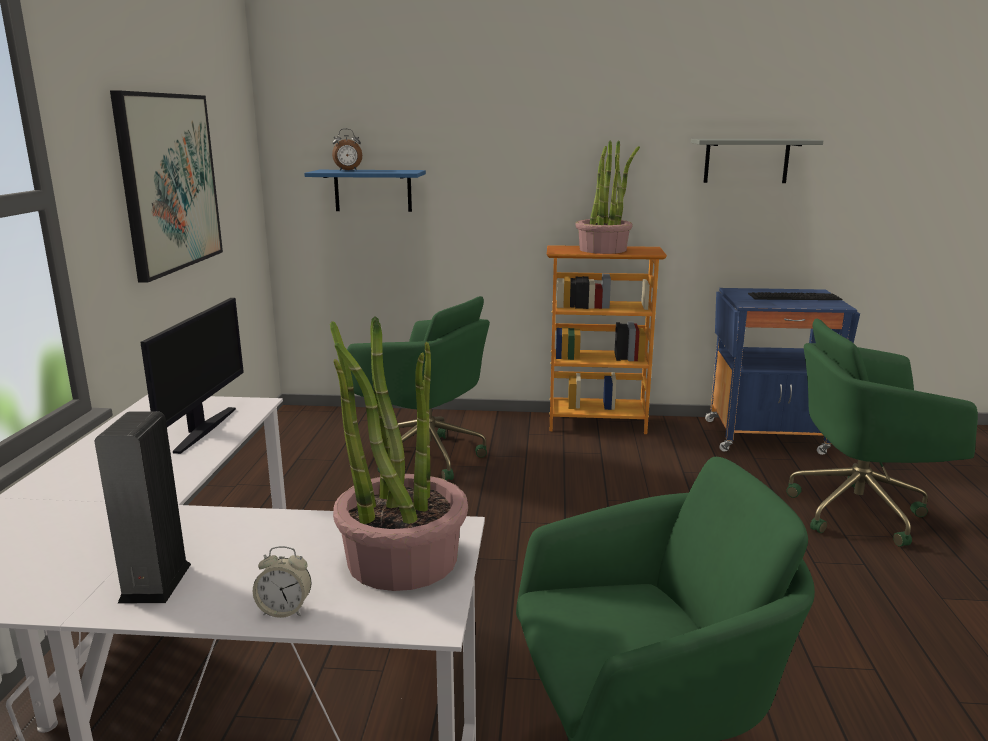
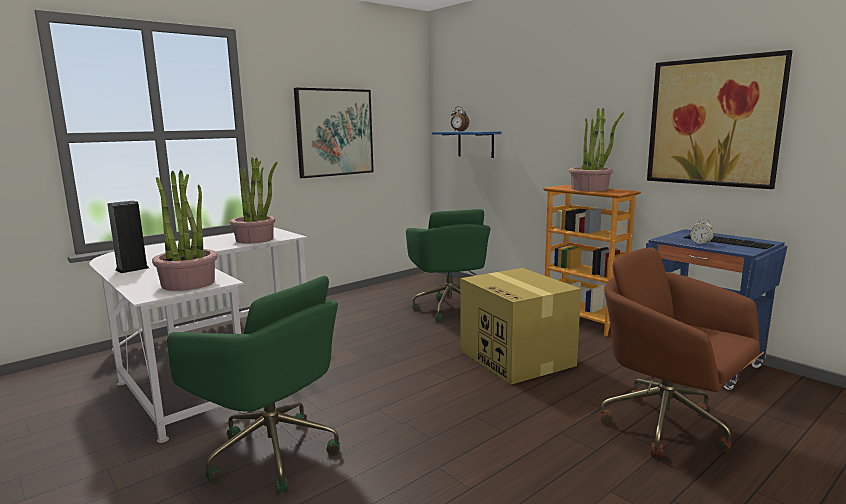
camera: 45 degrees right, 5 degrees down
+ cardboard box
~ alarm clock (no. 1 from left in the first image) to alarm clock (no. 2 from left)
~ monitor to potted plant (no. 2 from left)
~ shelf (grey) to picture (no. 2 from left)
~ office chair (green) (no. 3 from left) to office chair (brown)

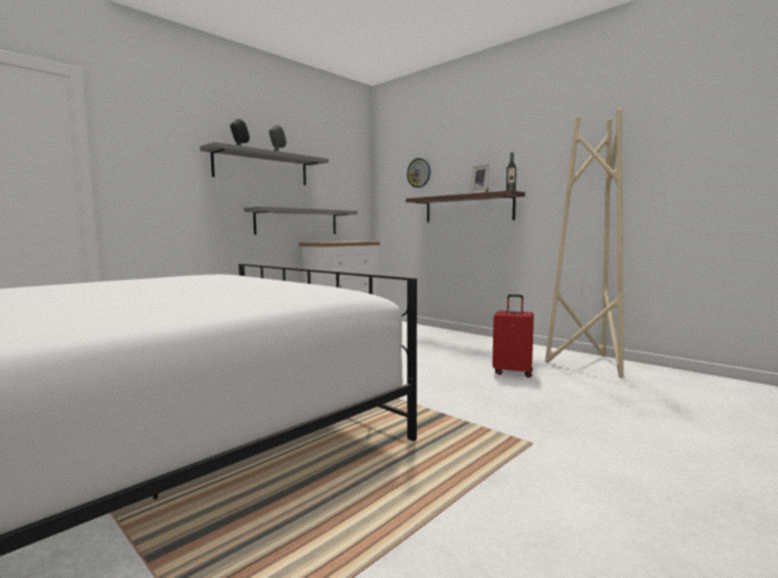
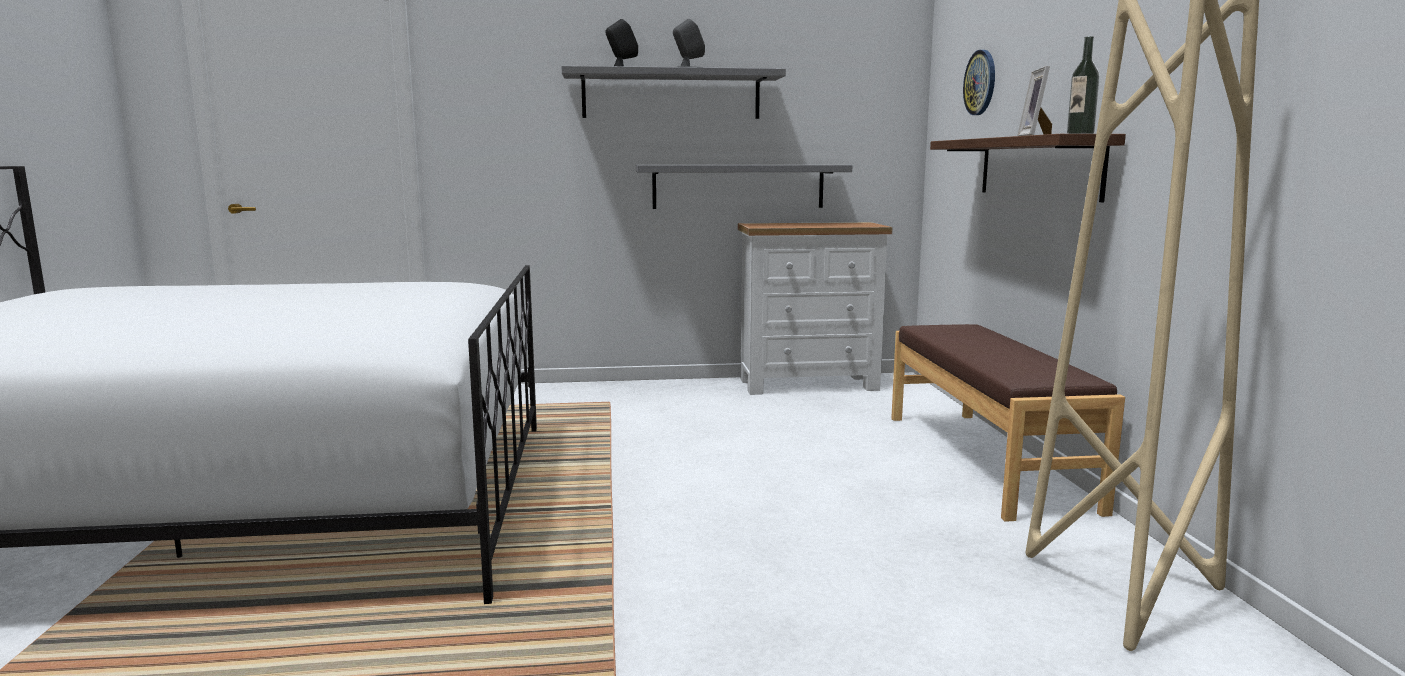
camera: 40 degrees right, 5 degrees up
- suitcase (red)
+ bench (brown)

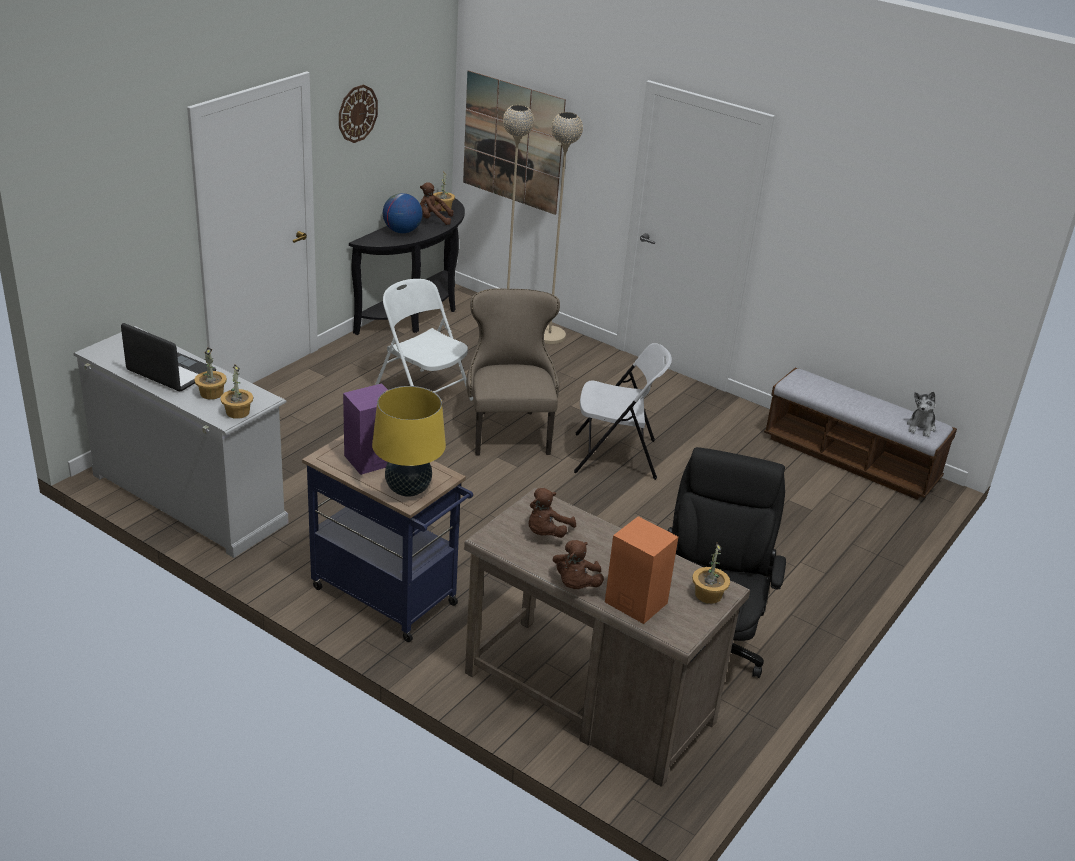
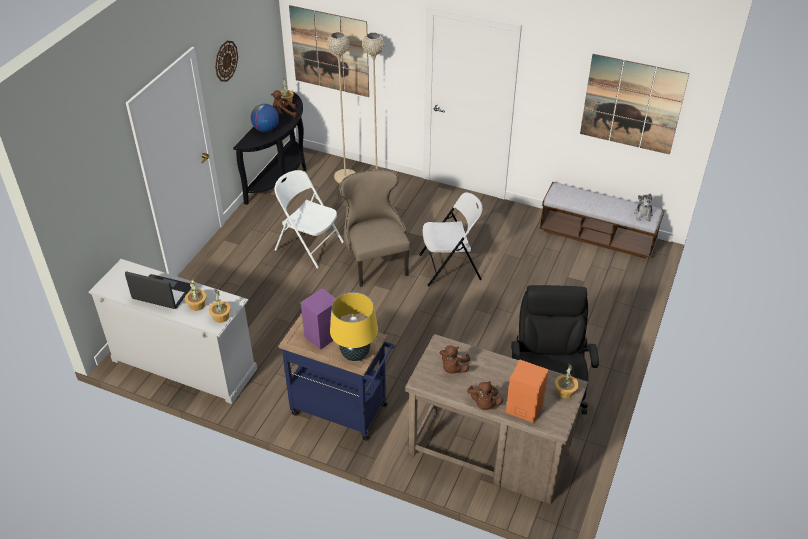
camera: 10 degrees left, 10 degrees up
+ picture (no. 2 from left)

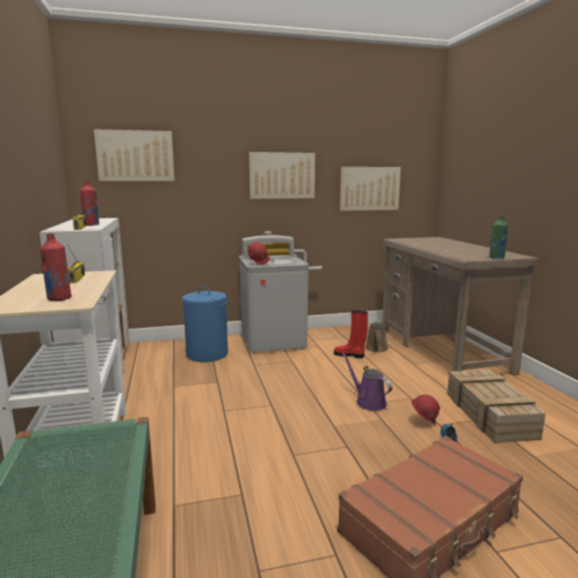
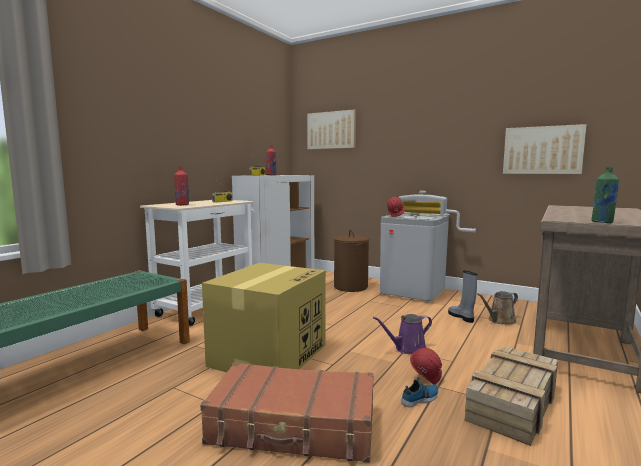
camera: 45 degrees right, 5 degrees down
- picture (no. 2 from left)
+ cardboard box
~ laundry basket (blue) to laundry basket (brown)
~ boot (red) to boot (grey)
~ watering can (purple) 120 degrees counterclockwise

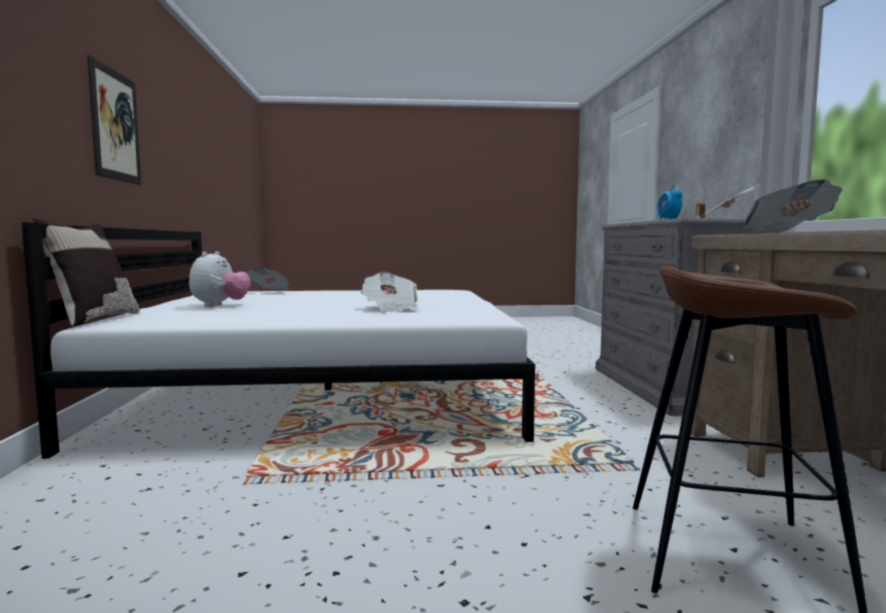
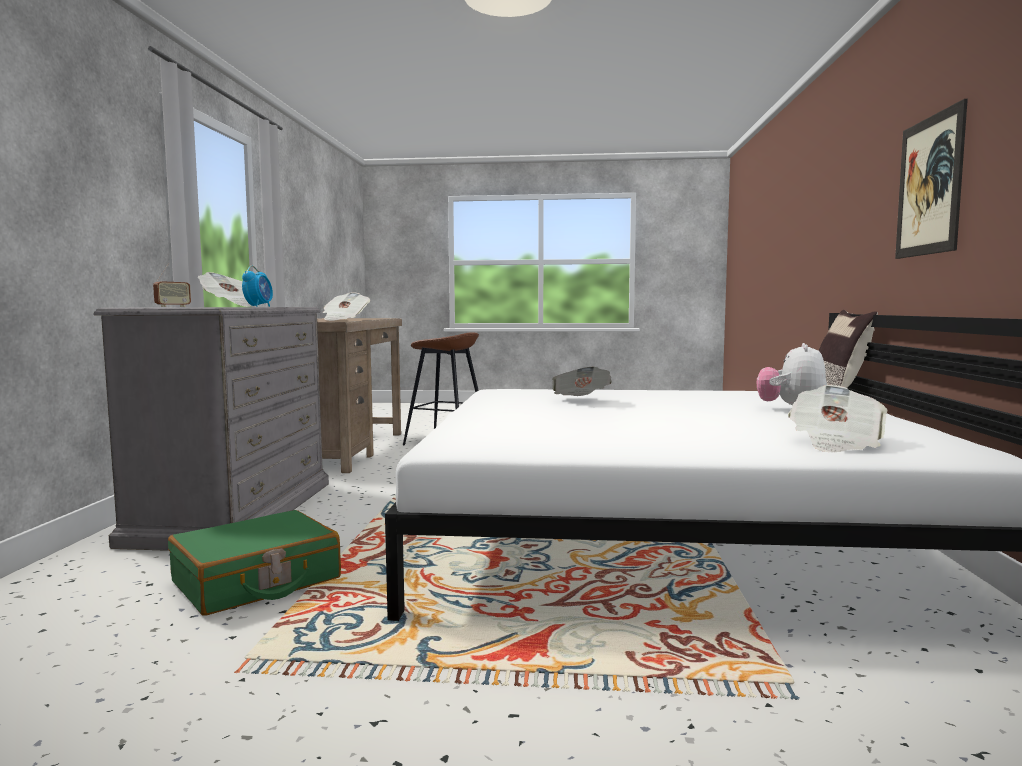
camera: 170 degrees left, 0 degrees up
+ suitcase (green)

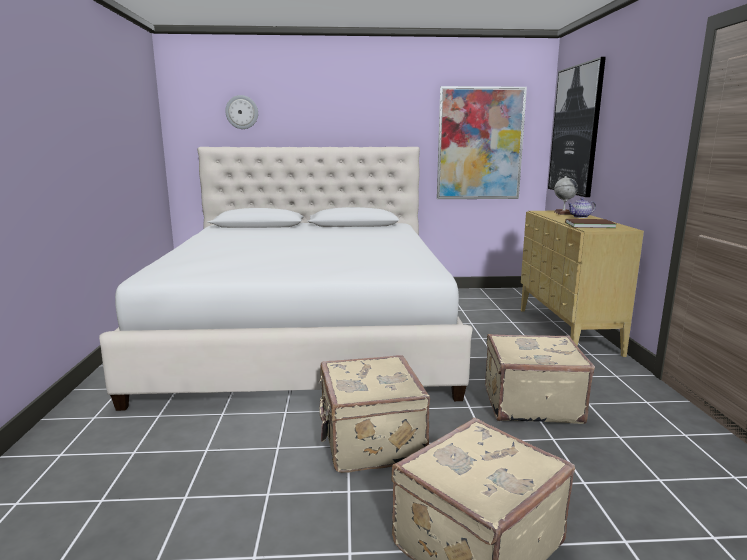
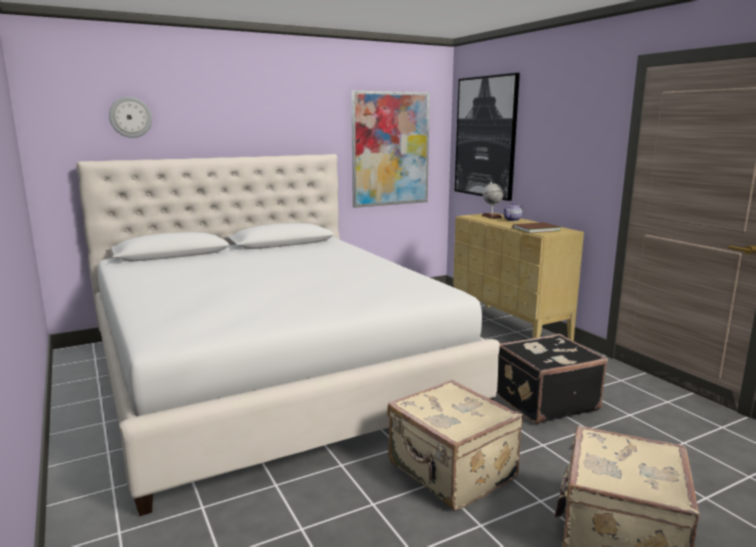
camera: 25 degrees left, 0 degrees up
~ suitcase (beige) (no. 3 from left) to suitcase (black)

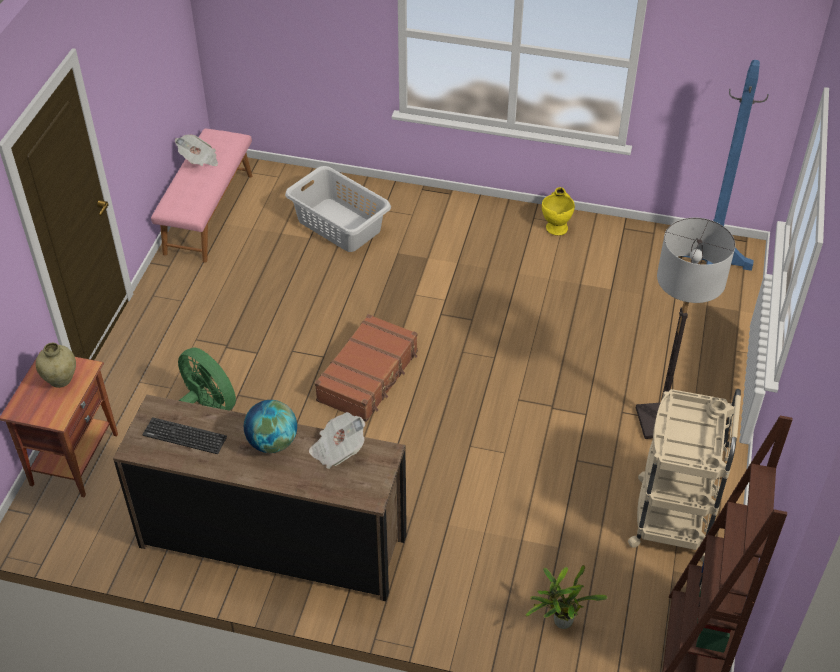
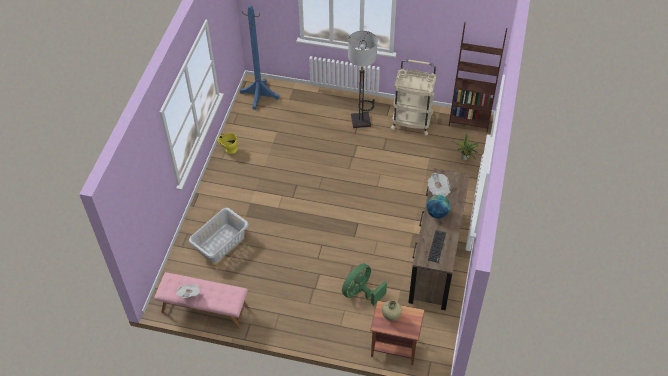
camera: 90 degrees left, 5 degrees up
- suitcase (brown)

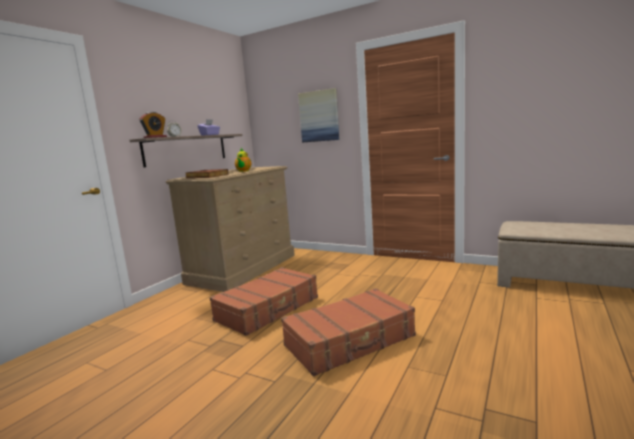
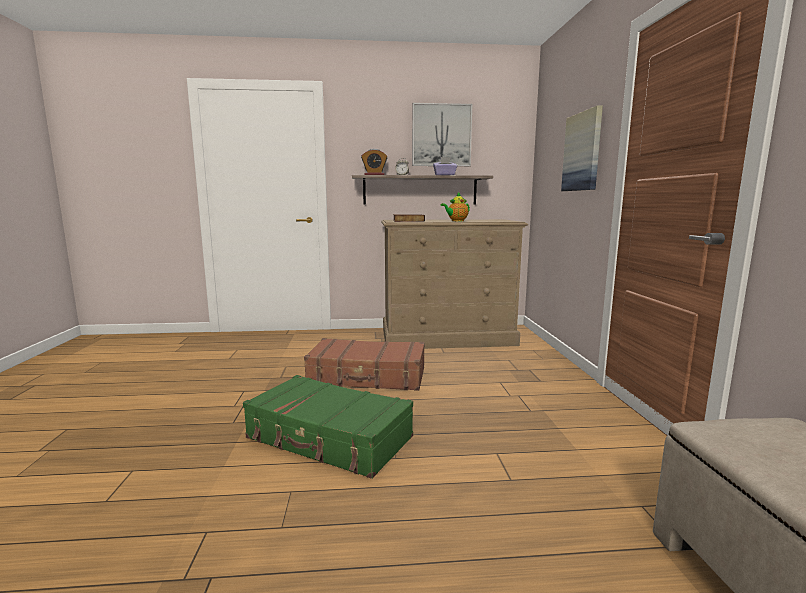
camera: 55 degrees right, 0 degrees up
+ picture (no. 1 from left)
~ suitcase (brown) (no. 2 from left) to suitcase (green)

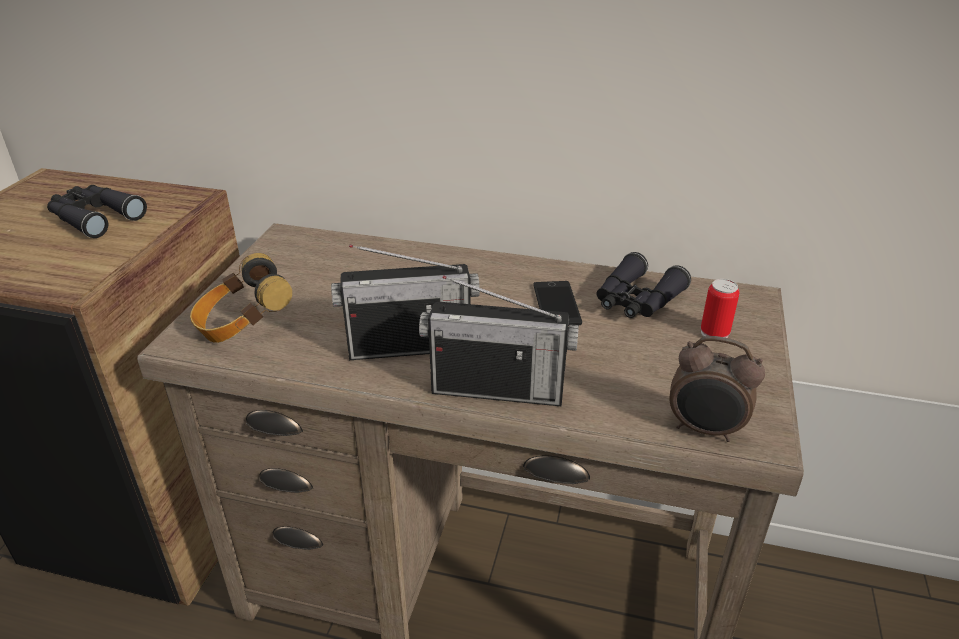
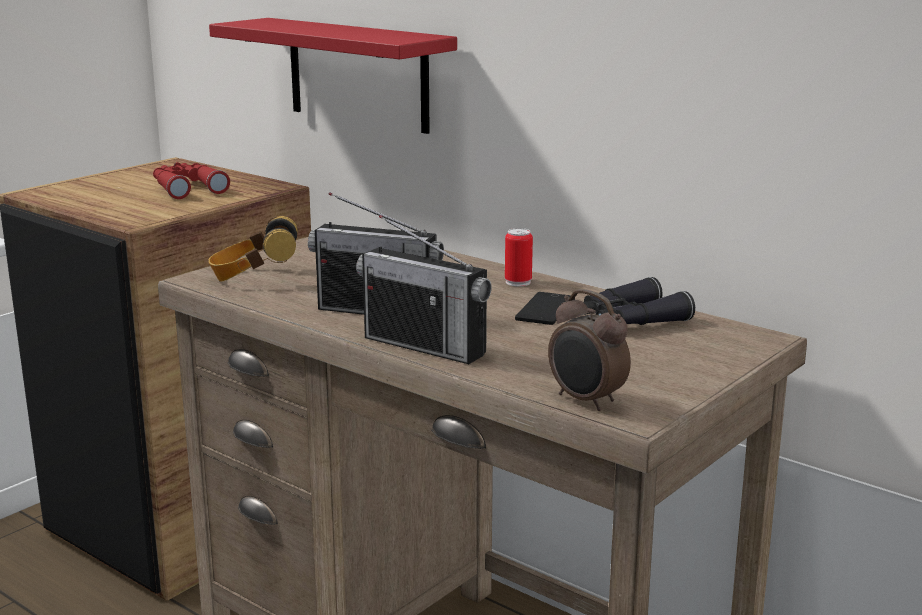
camera: 25 degrees right, 15 degrees down
+ shelf (red)
~ can
~ binoculars (black) (no. 1 from left) to binoculars (red)

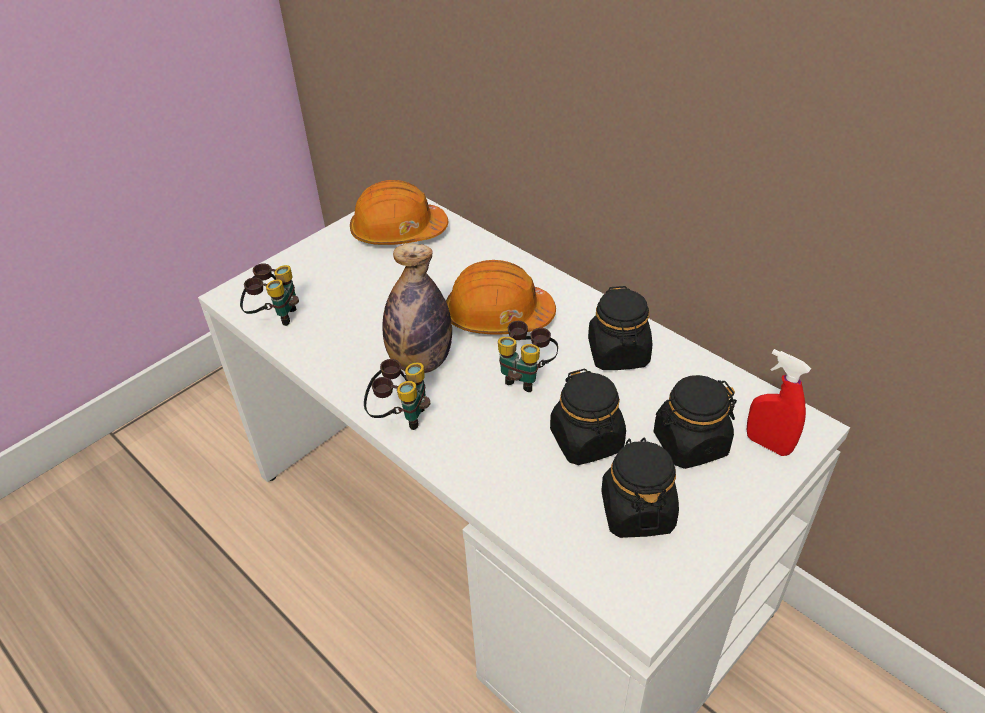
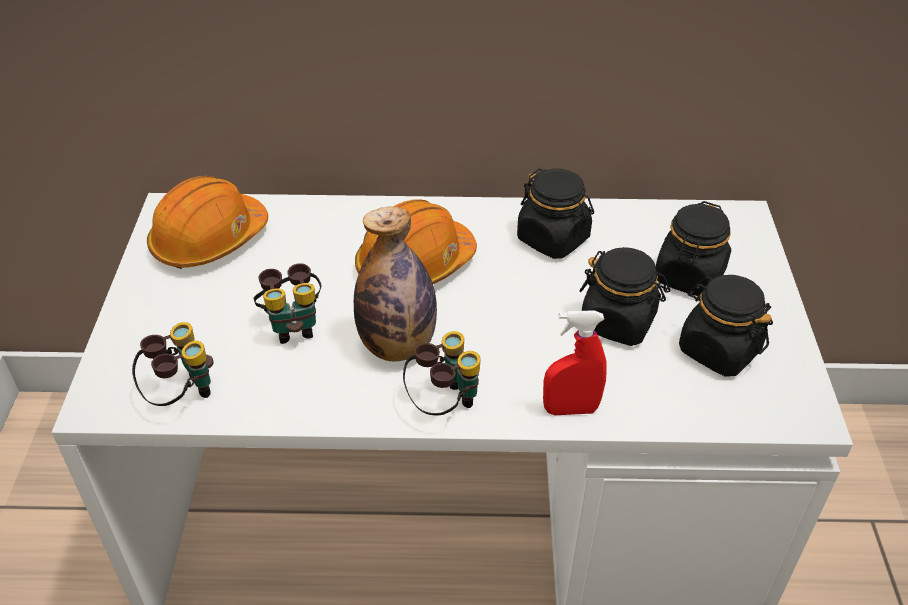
camera: 45 degrees left, 0 degrees up
~ binoculars (no. 3 from left in the first image) to binoculars (no. 2 from left)
~ spray bottle (red)

